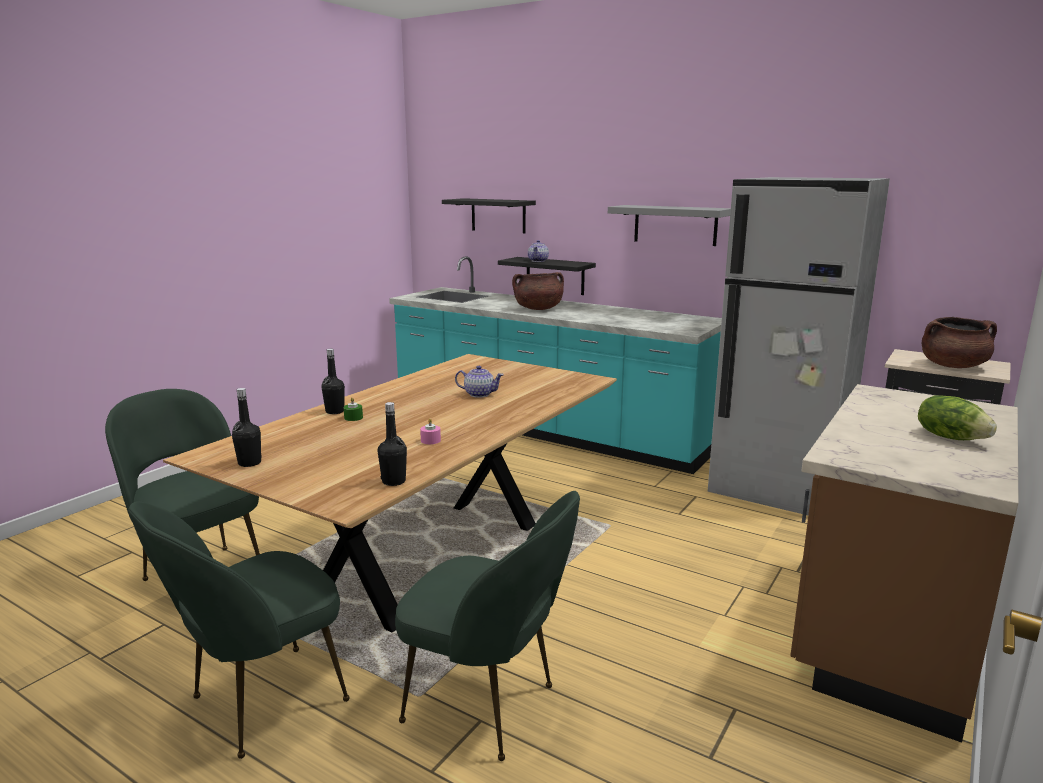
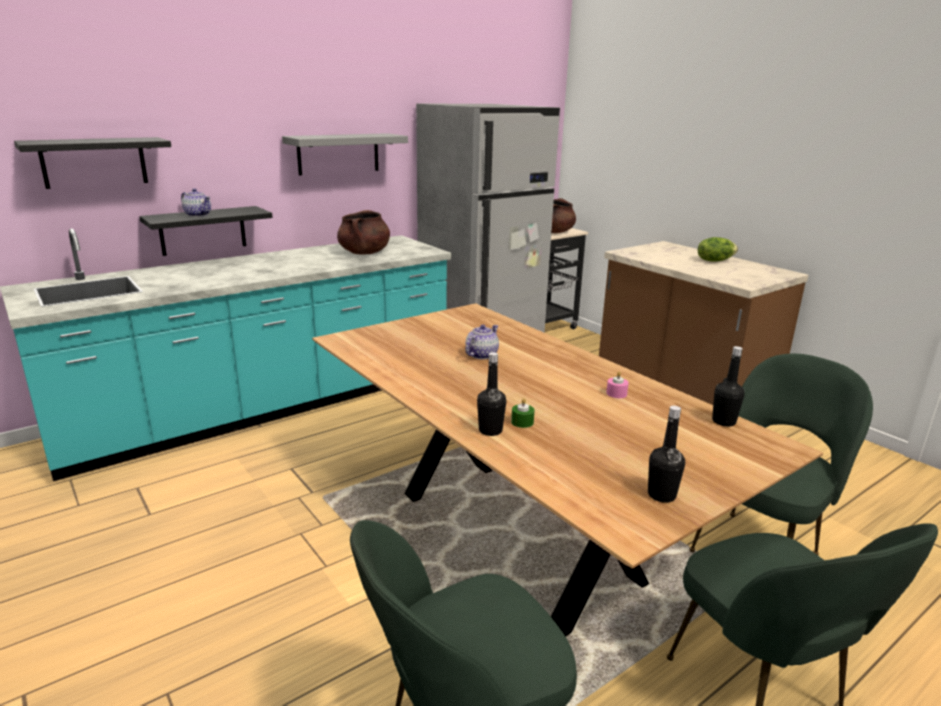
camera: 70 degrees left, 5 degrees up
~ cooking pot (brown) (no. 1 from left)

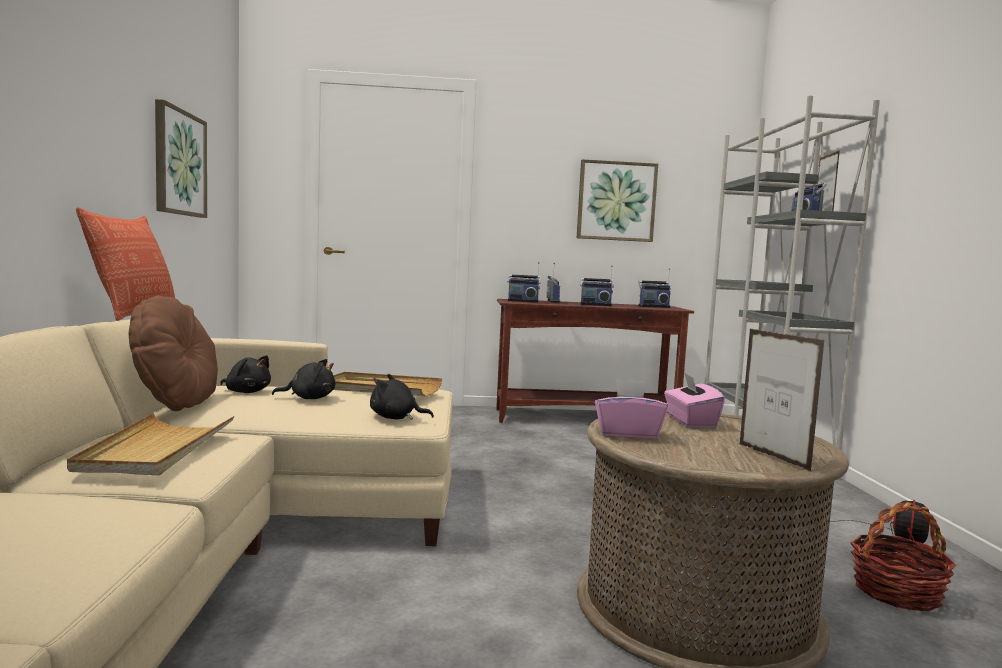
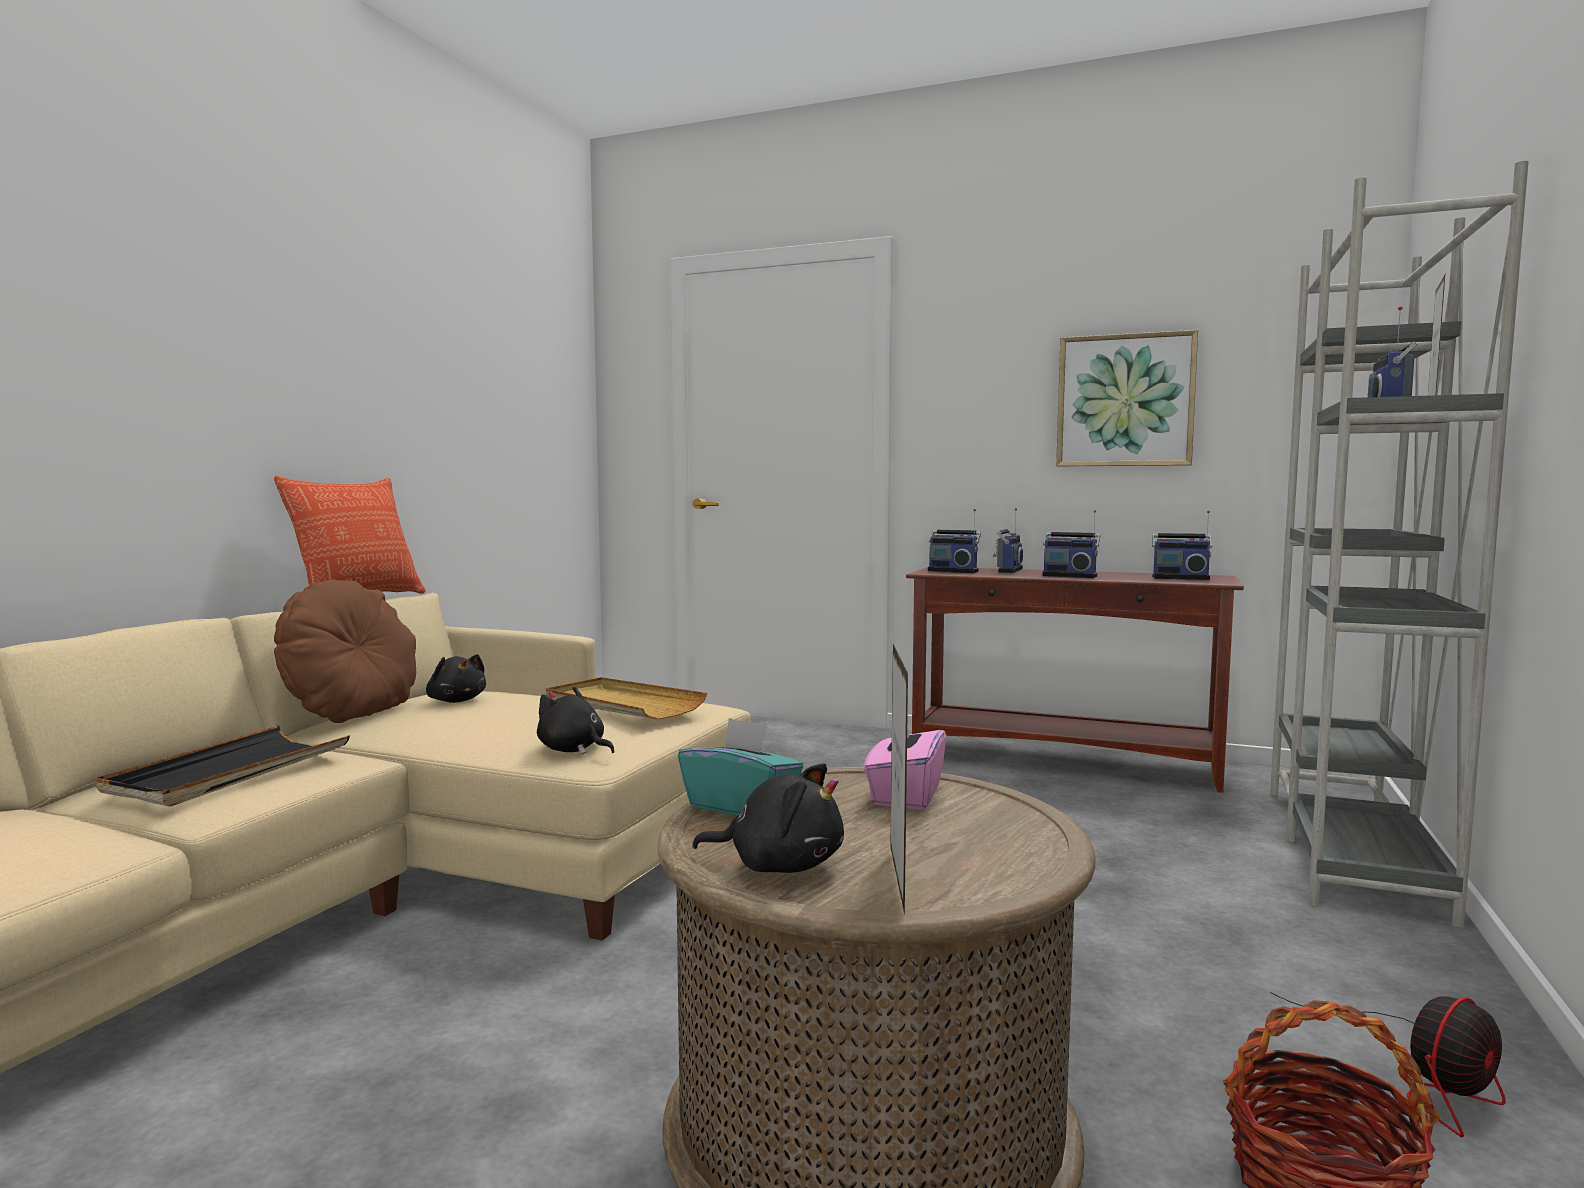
camera: 25 degrees right, 0 degrees up
- picture (no. 1 from left)
~ plush toy (black) (no. 2 from left in the first image) to plush toy (black) (no. 3 from left)
~ tray (beige) (no. 1 from left) to tray (black)
~ tissue box (pink) (no. 1 from left) to tissue box (turquoise)

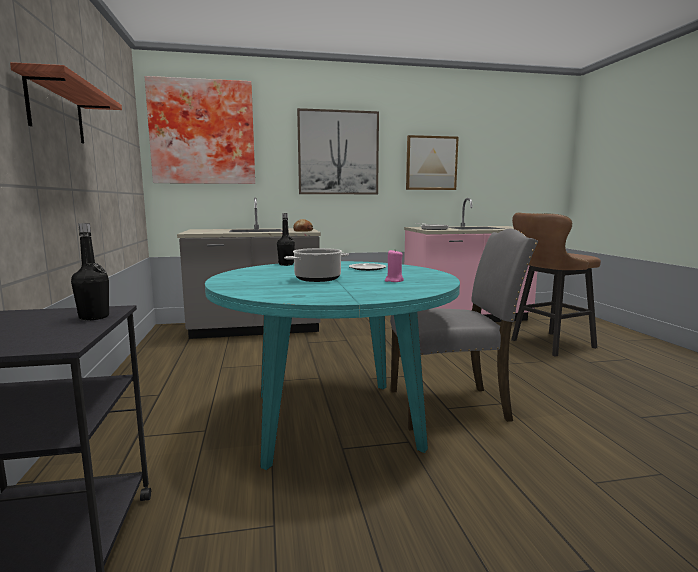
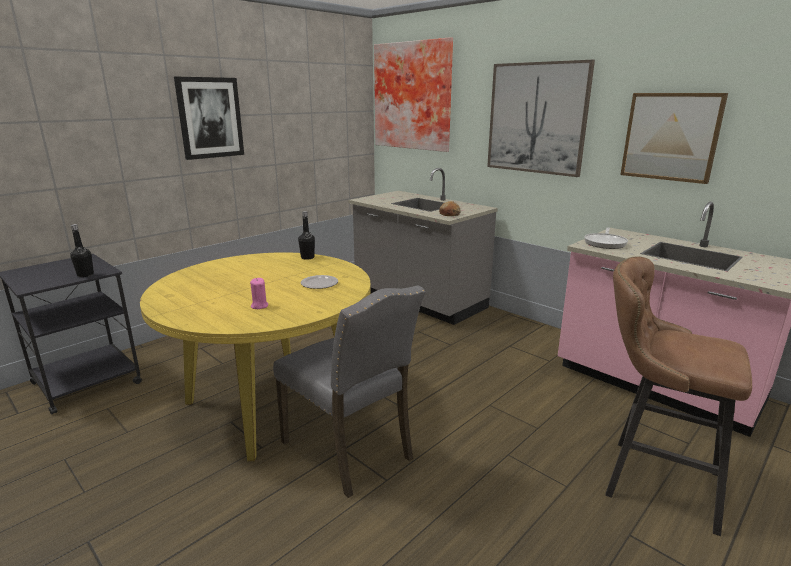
camera: 55 degrees right, 10 degrees up
- cooking pot
~ shelf to picture (no. 1 from left)
~ dining table (turquoise) to dining table (yellow)

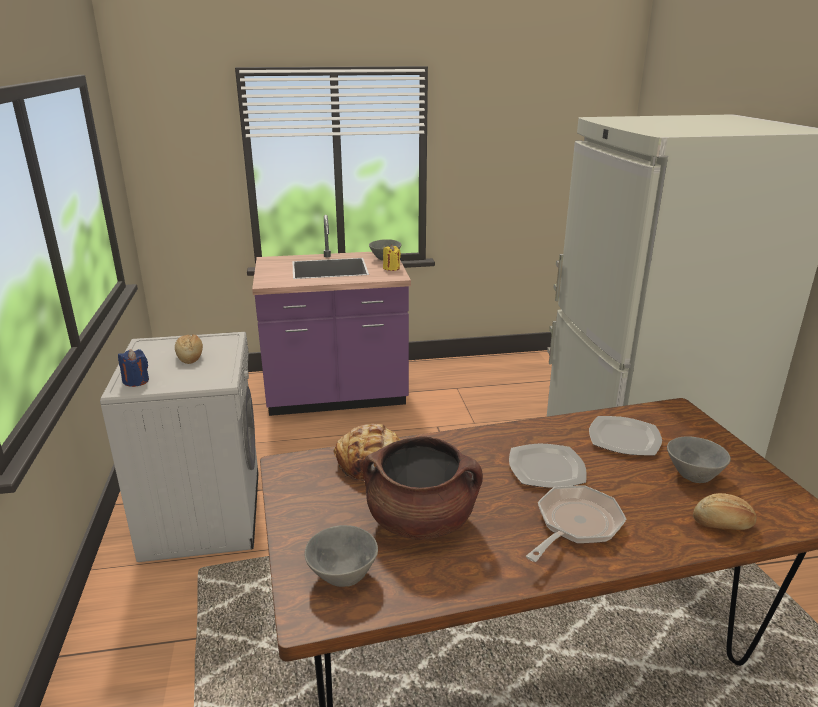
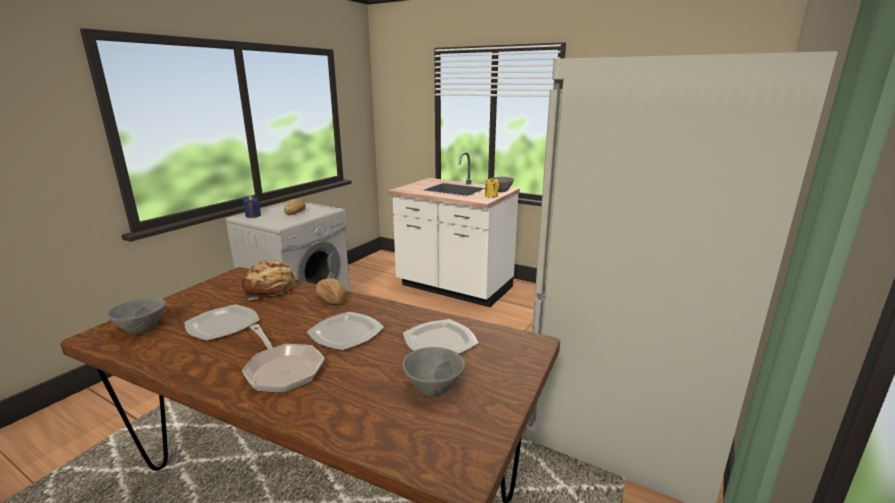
camera: 40 degrees right, 5 degrees down
~ bread (no. 3 from left)
~ cooking pot (brown) to plate (no. 1 from left)
~ counter (purple) to counter (white)
~ frying pan 60 degrees clockwise

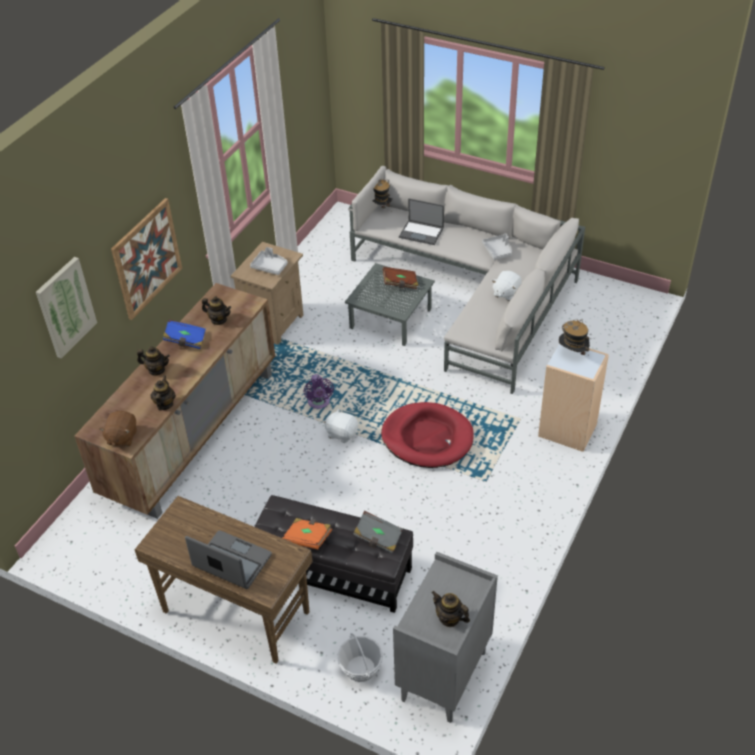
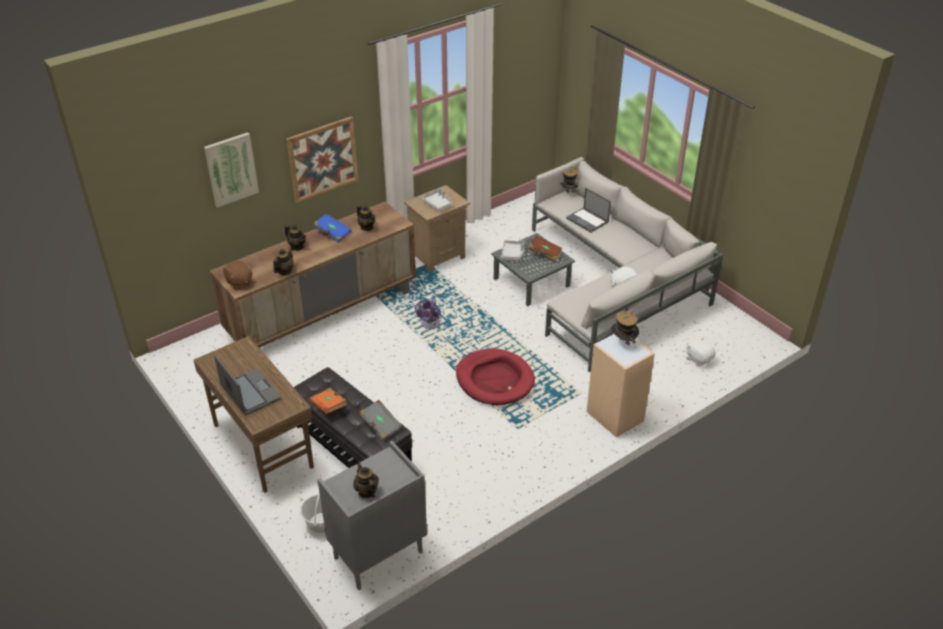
camera: 25 degrees right, 5 degrees down
~ plush toy (white) (no. 1 from left in the first image) to plush toy (white) (no. 2 from left)
~ tray (grey) (no. 2 from left)
~ plush toy (brown) 75 degrees counterclockwise

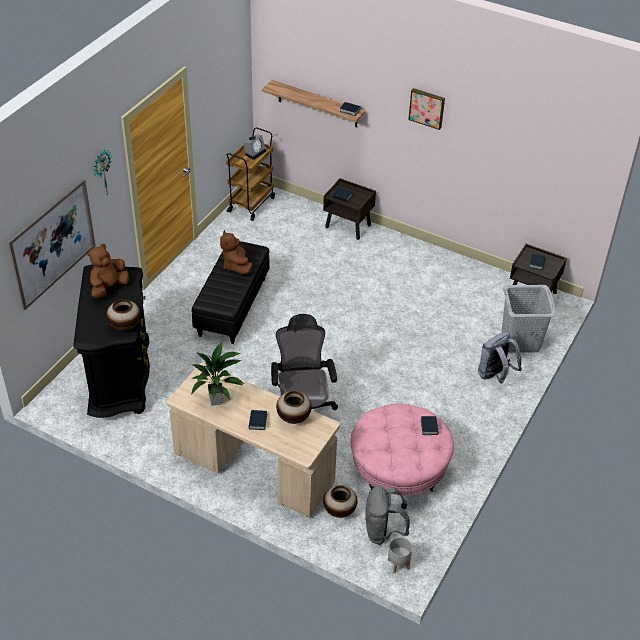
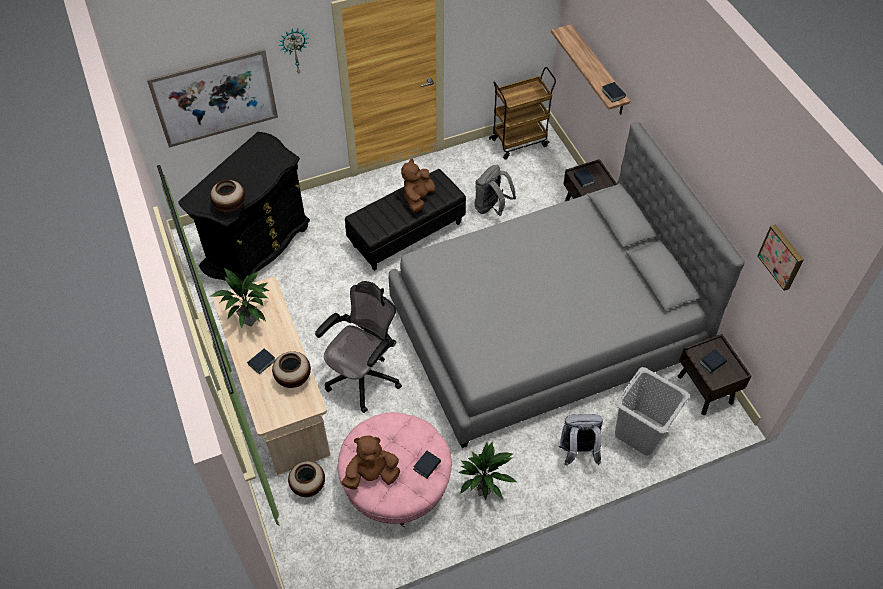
camera: 40 degrees right, 10 degrees up
- alarm clock
- planter (grey)
+ bed (grey)
+ potted plant (no. 2 from left)
~ plush toy (brown) (no. 1 from left)
~ backpack (grey) (no. 1 from left)
~ picture (no. 2 from left)

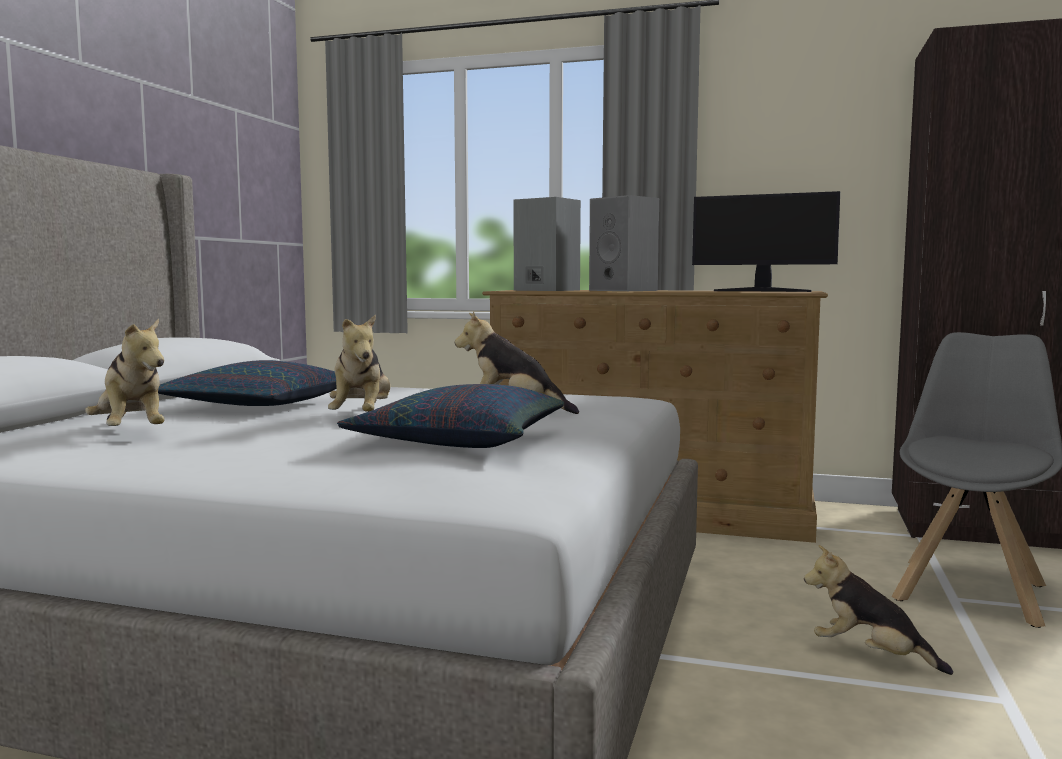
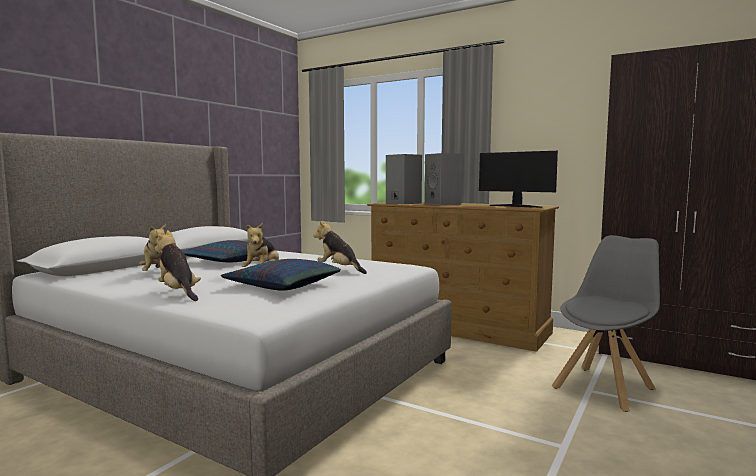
camera: 15 degrees right, 0 degrees up
~ plush toy (no. 4 from left in the first image) to plush toy (no. 2 from left)

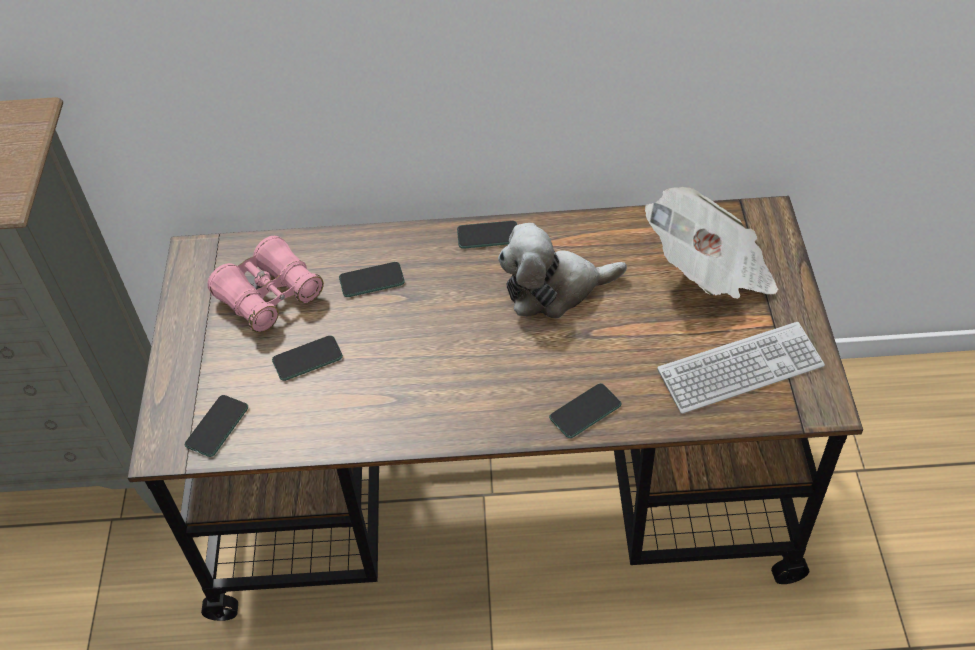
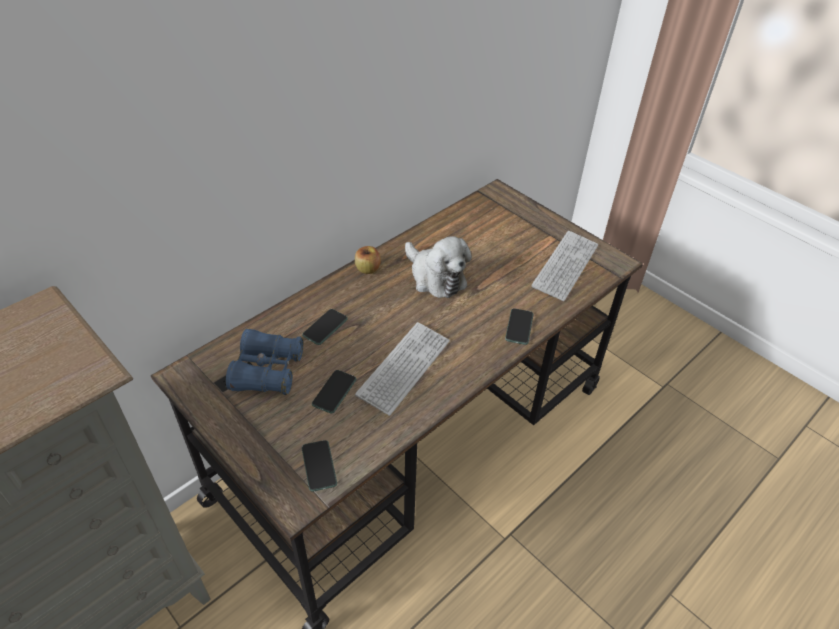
camera: 45 degrees left, 5 degrees down
- newspaper
+ keyboard (no. 1 from left)
~ phone (no. 4 from left) to apple
~ binoculars (pink) to binoculars (blue)
~ plush toy 75 degrees counterclockwise

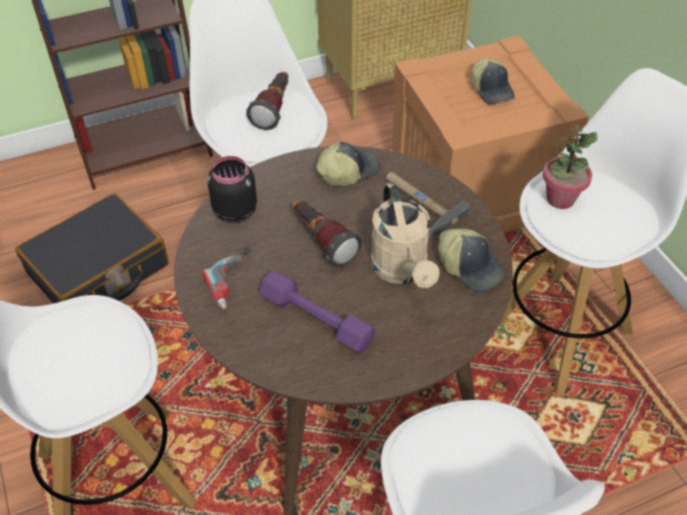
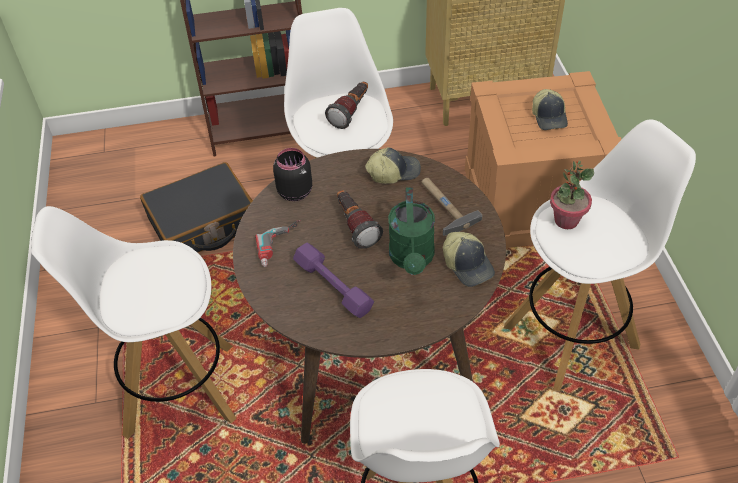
camera: 15 degrees right, 0 degrees up
~ watering can (beige) to watering can (green)

